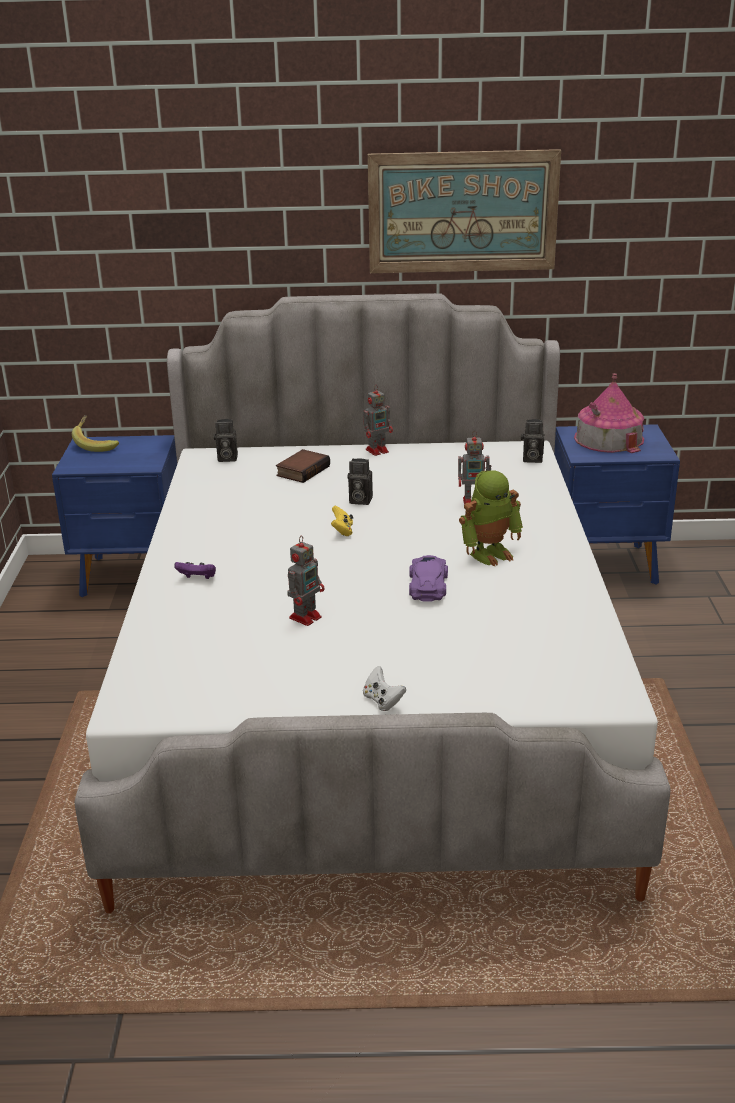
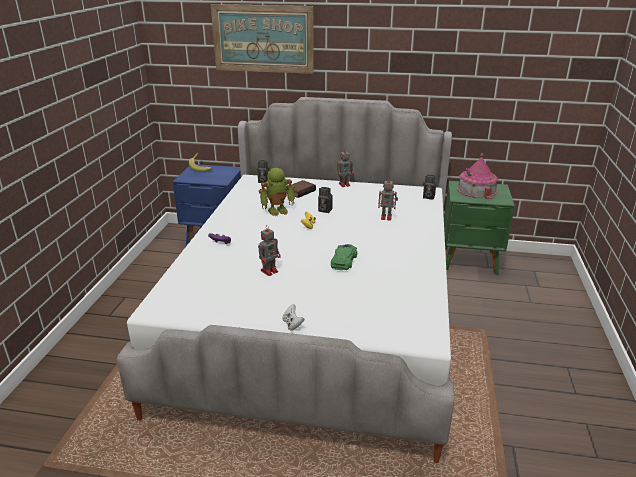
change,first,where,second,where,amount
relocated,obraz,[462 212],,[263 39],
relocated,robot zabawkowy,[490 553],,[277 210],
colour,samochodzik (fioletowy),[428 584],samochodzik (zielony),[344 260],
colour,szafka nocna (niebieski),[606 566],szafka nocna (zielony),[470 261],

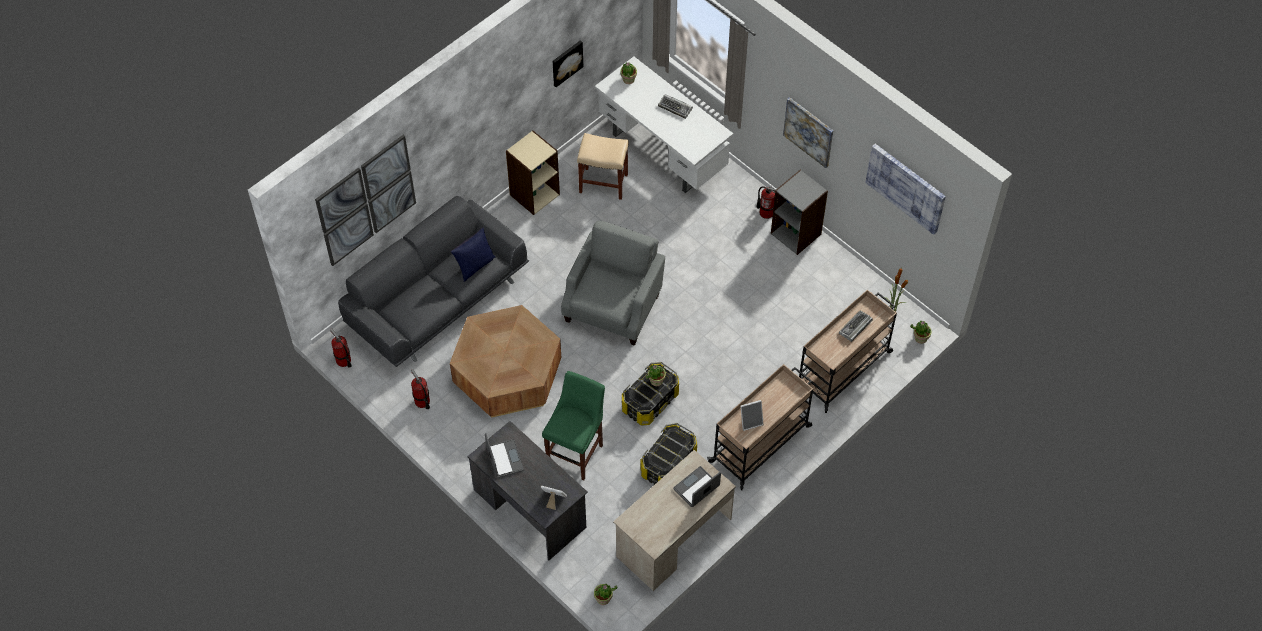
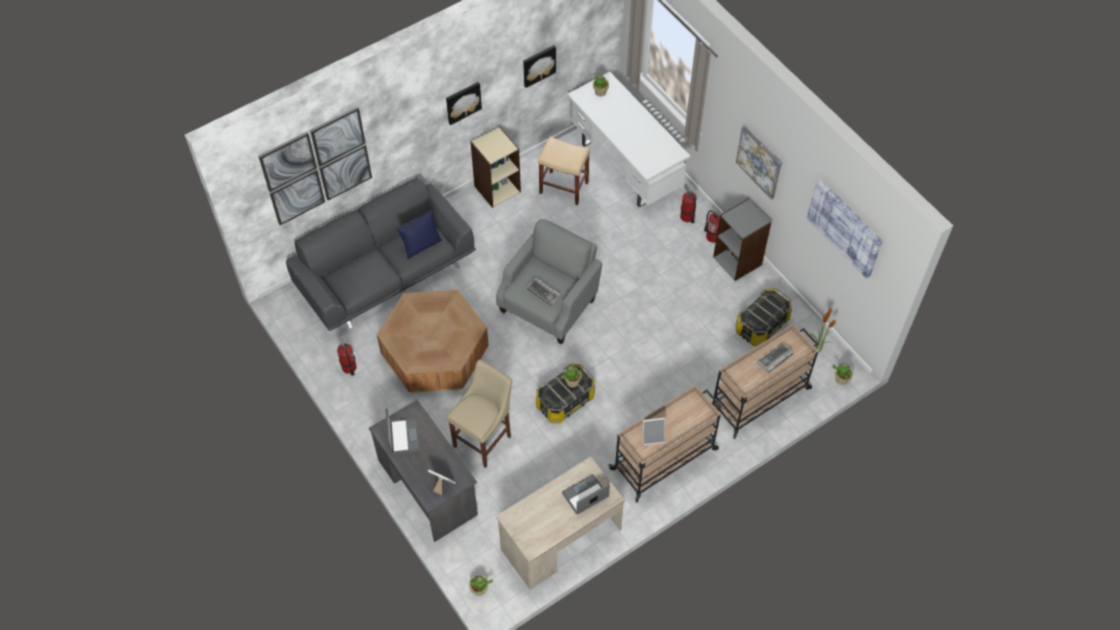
change,first,where,second,where,amount
appeared,,,obraz,[463 102],
colour,stołek (zielony),[577 452],stołek (beżowy),[484 439],
relocated,klawiatura,[675 108],,[544 293],
relocated,gaśnica,[343 361],,[686 217],
relocated,pojemnik do przechowywania,[668 464],,[762 325],

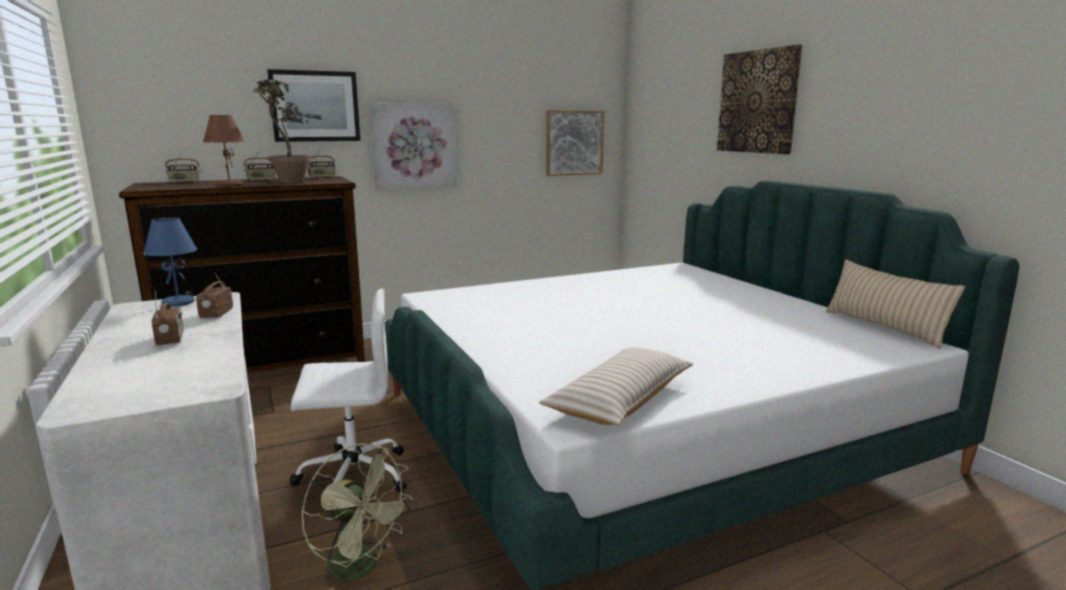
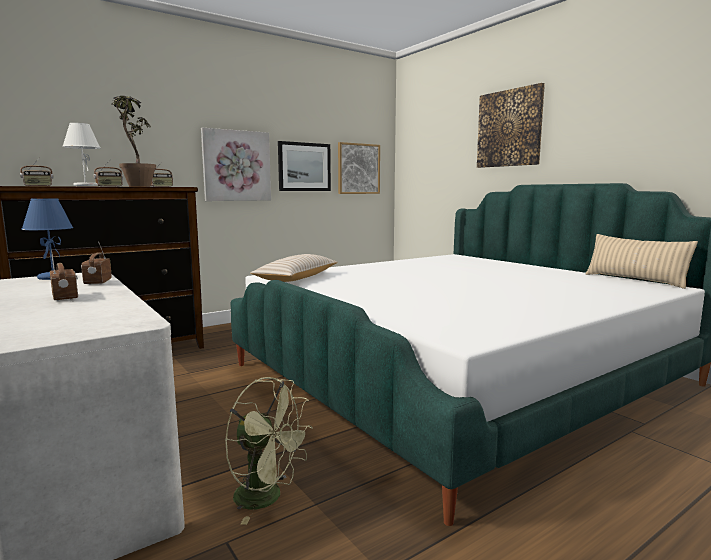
change,first,where,second,where,amount
colour,lampa stołowa (brązowy),[229 185],lampa stołowa (biały),[85 186],
relocated,poduszka (beżowy),[620 401],,[297 278],
relocated,obraz,[315 106],,[304 167],
missing,krzesło biurowe (biały),[351 477],,,

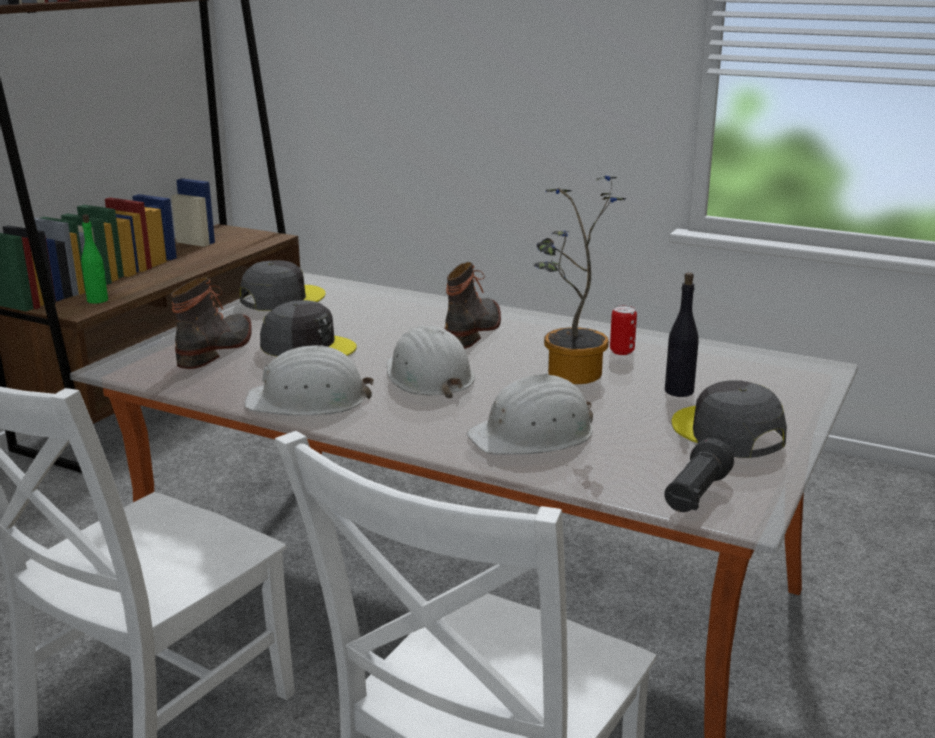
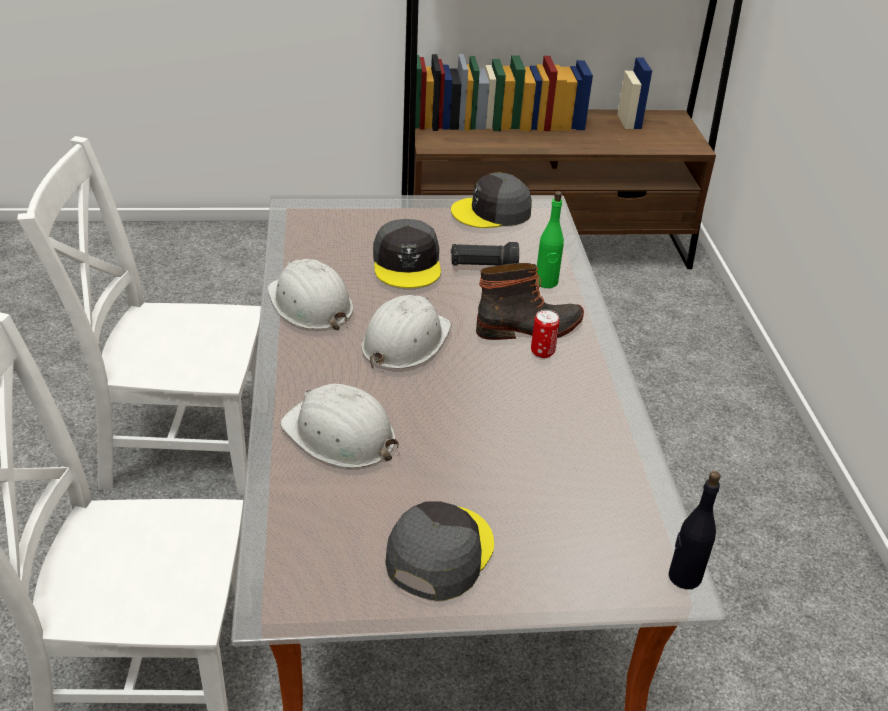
change,first,where,second,where,amount
spun,czapka z daszkiem (szary),[282 298],,[492 212],150 degrees clockwise
relocated,latarka (czarny),[695 495],,[483 267],
relocated,puszka,[622 351],,[542 352],
relocated,butelka (zielony),[98 300],,[546 282],
relocated,butelka (czarny),[678 391],,[684 576],
missing,but z cholewką,[217 348],,,
missing,roślina doniczkowa,[569 376],,,

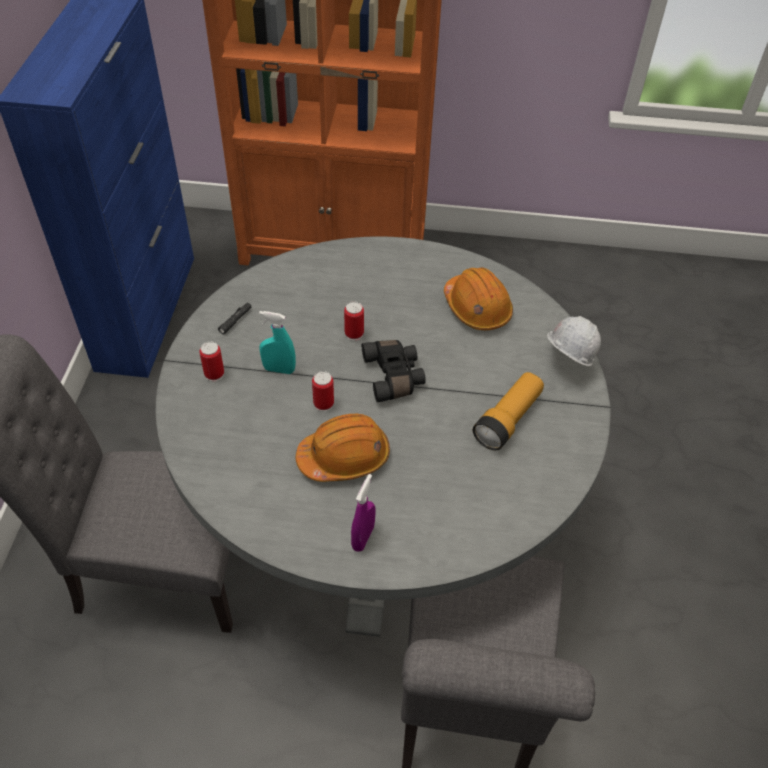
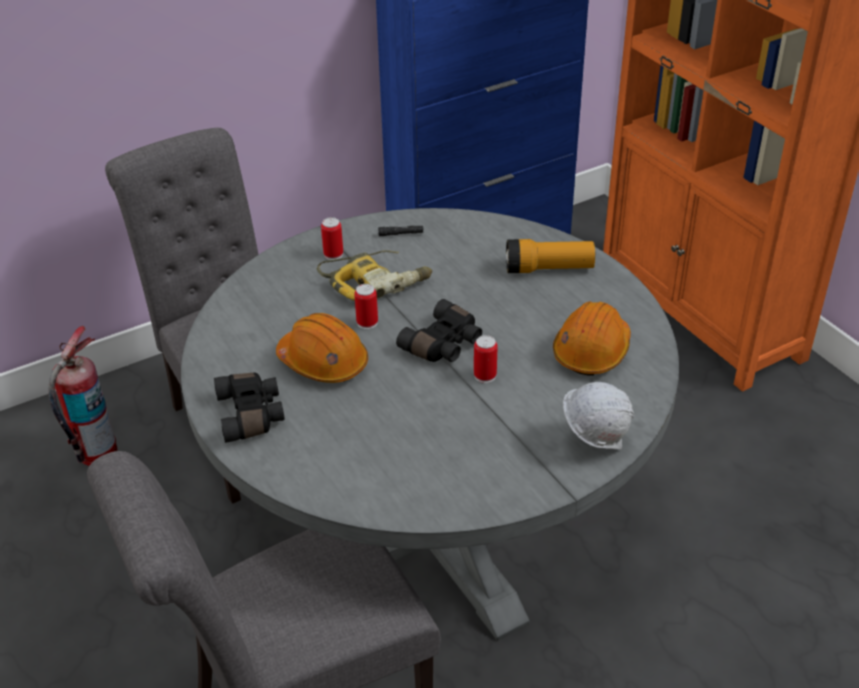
change,first,where,second,where,amount
appeared,,,gaśnica,[96 453],
exchanged,spryskiwacz (fioletowy),[363 537],lornetka (czarny),[252 414],
exchanged,spryskiwacz (turkusowy),[279 369],wiertarka,[376 282],
relocated,puszka,[354 334],,[485 376],
relocated,latarka,[508 420],,[549 269],

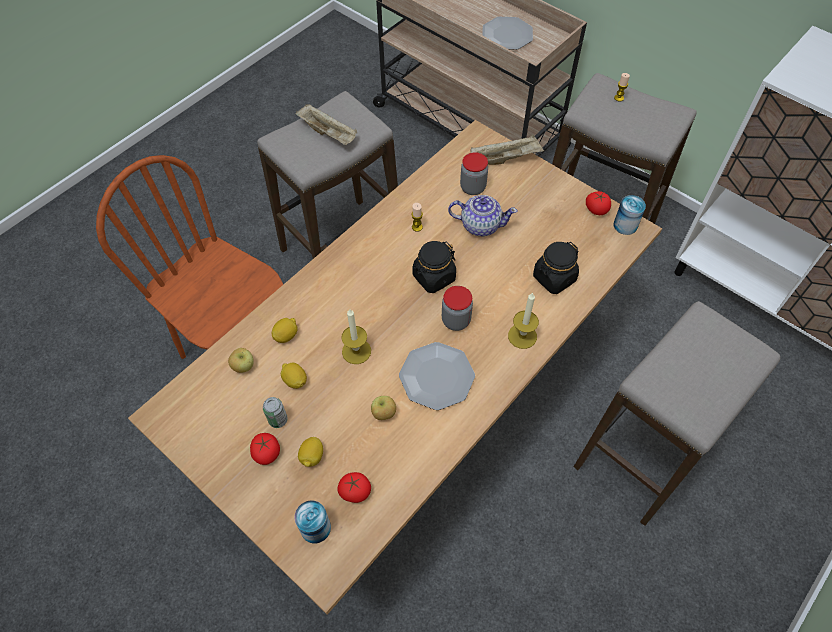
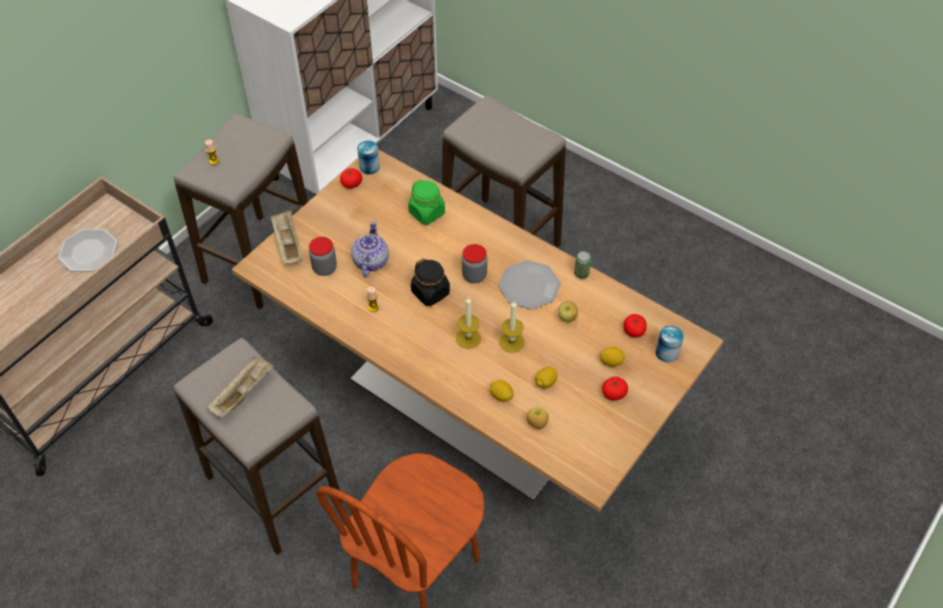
change,first,where,second,where,amount
colour,słoik (czarny),[554 278],słoik (zielony),[427 213],
relocated,świeca,[522 336],,[468 338],
relocated,puszka,[278 420],,[581 274],

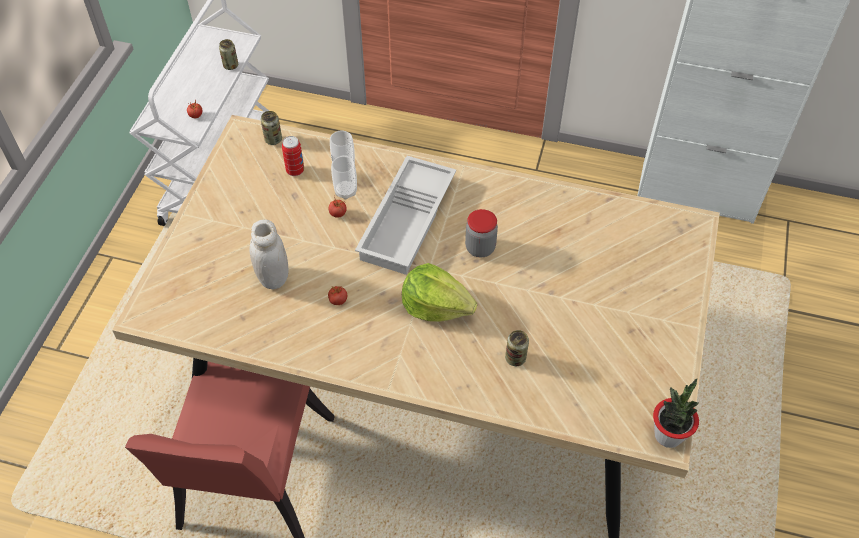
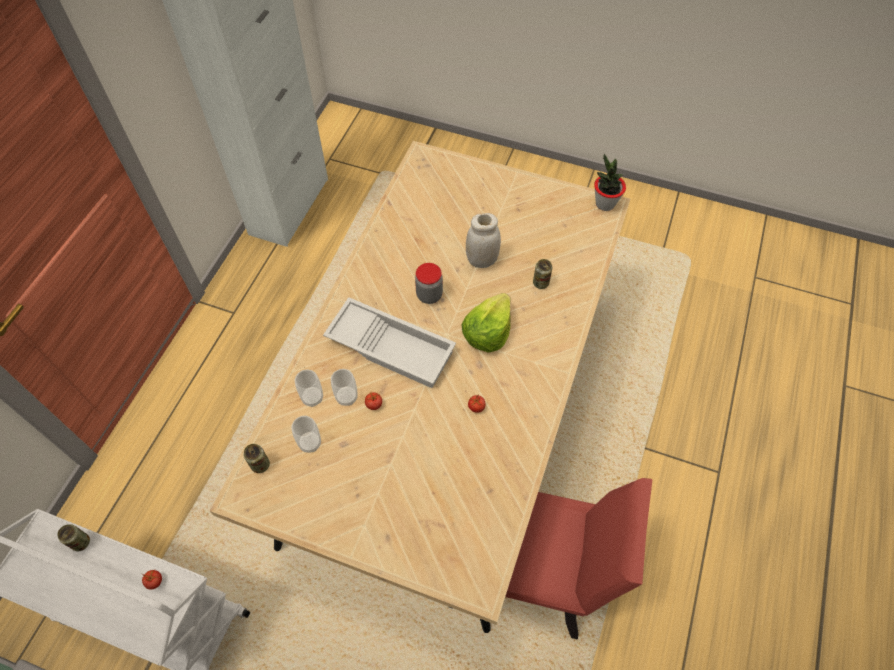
change,first,where,second,where,amount
exchanged,puszka,[295 171],filiżanka,[310 443],
relocated,słoik (biały),[273 277],,[482 260],

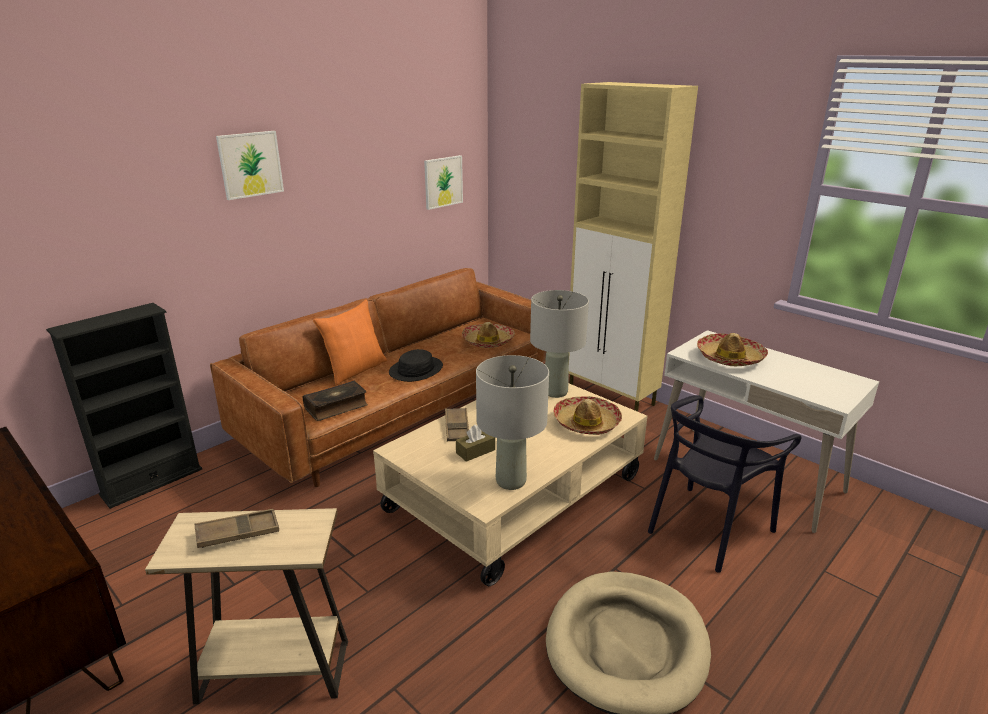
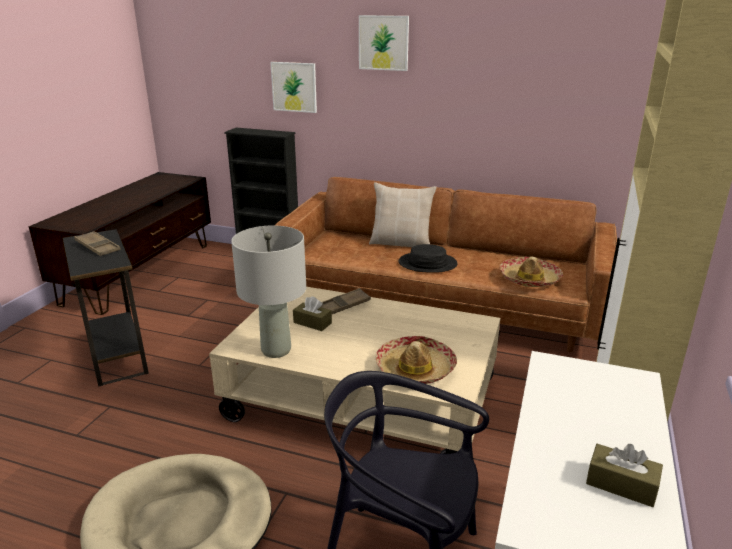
change,first,where,second,where,amount
colour,stolik (beżowy),[274 671],stolik (czarny),[117 356],
relocated,obraz,[443 182],,[294 87],
colour,poduszka (pomarańczowy),[355 370],poduszka (beżowy),[401 243],
appeared,,,pudełko chusteczek (brązowy),[621 484],
missing,książka,[336 407],,,
missing,lampa stołowa (szary),[555 392],,,
missing,kapelusz,[730 358],,,

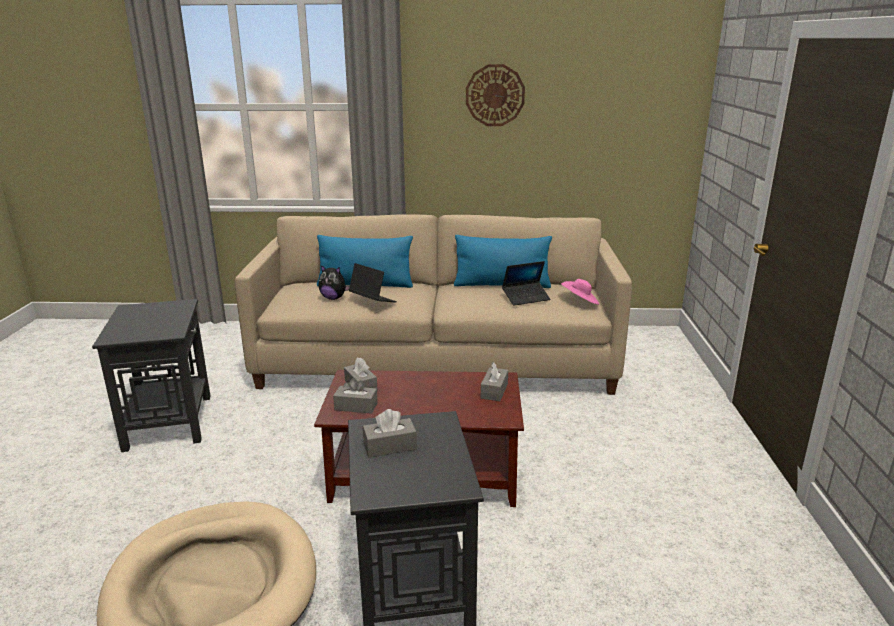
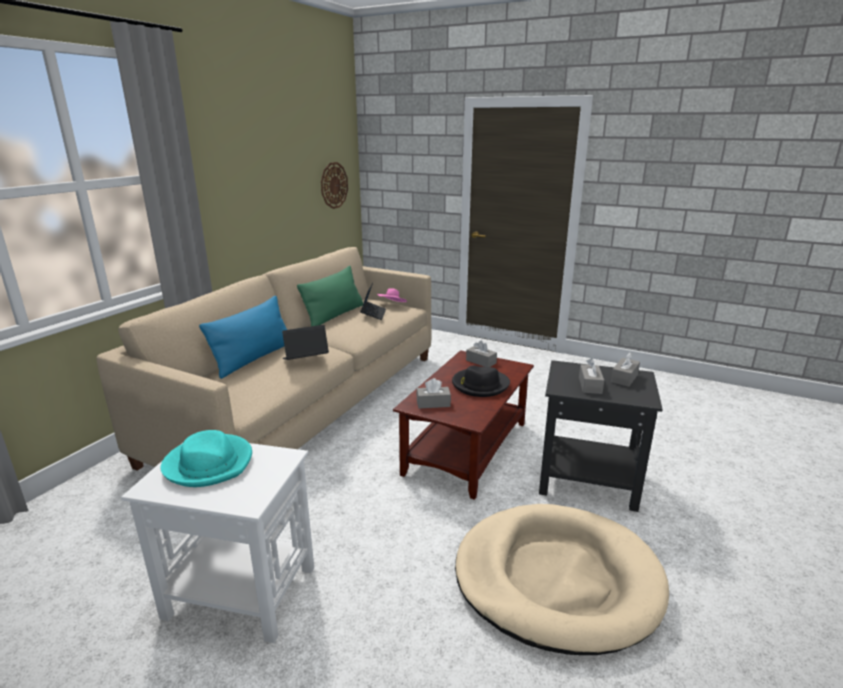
change,first,where,second,where,amount
colour,stolik (czarny),[169 421],stolik (biały),[239 591],
appeared,,,kapelusz (turkusowy),[209 463],
colour,poduszka (niebieski),[502 285],poduszka (zielony),[334 315],
relocated,zegar ścienny,[495 95],,[334 185],
appeared,,,kapelusz (czarny),[480 385],
relocated,pudełko chusteczek (szary),[356 406],,[624 378],
missing,pluszak,[334 298],,,

